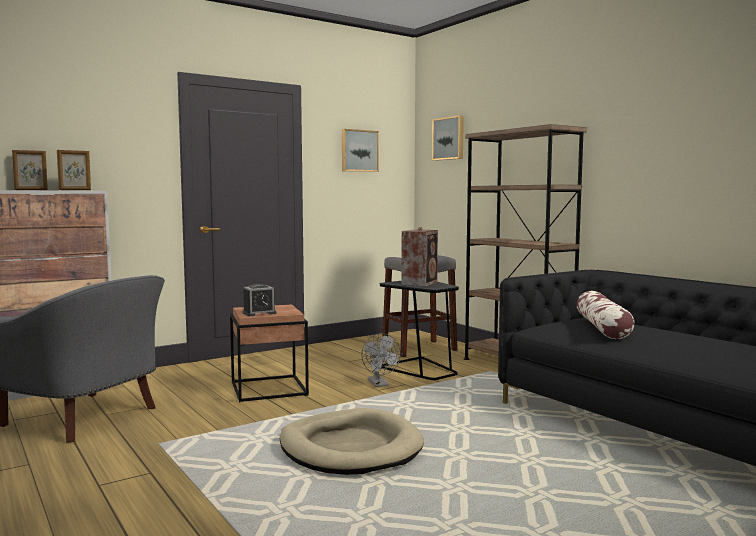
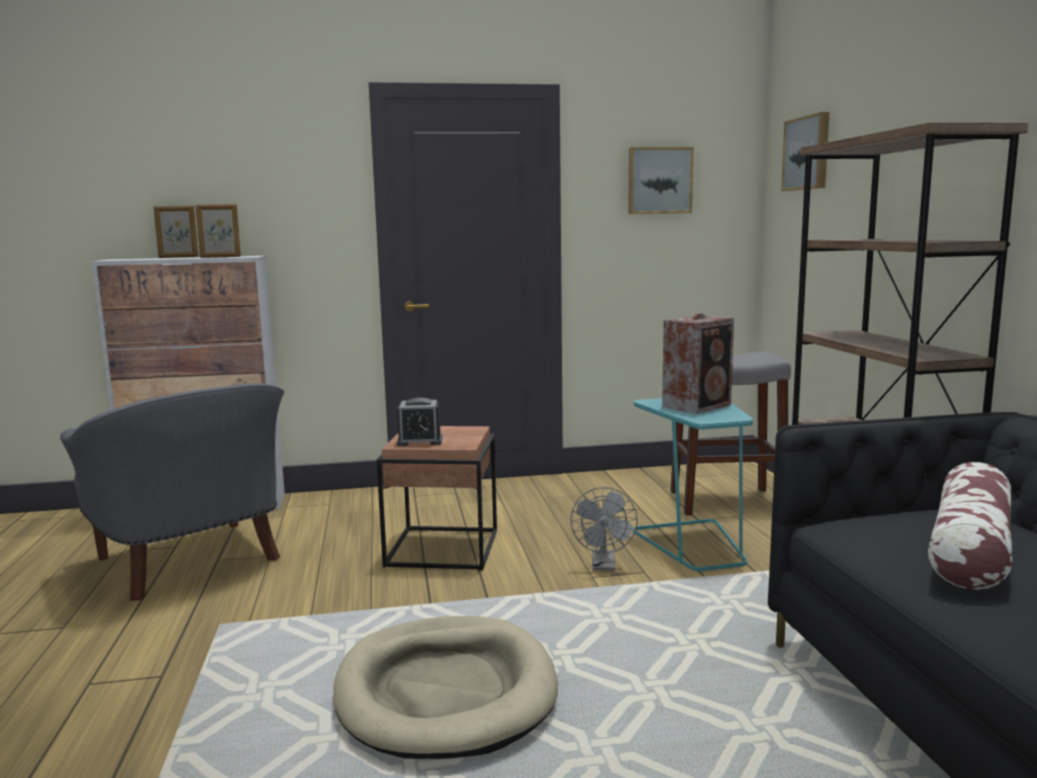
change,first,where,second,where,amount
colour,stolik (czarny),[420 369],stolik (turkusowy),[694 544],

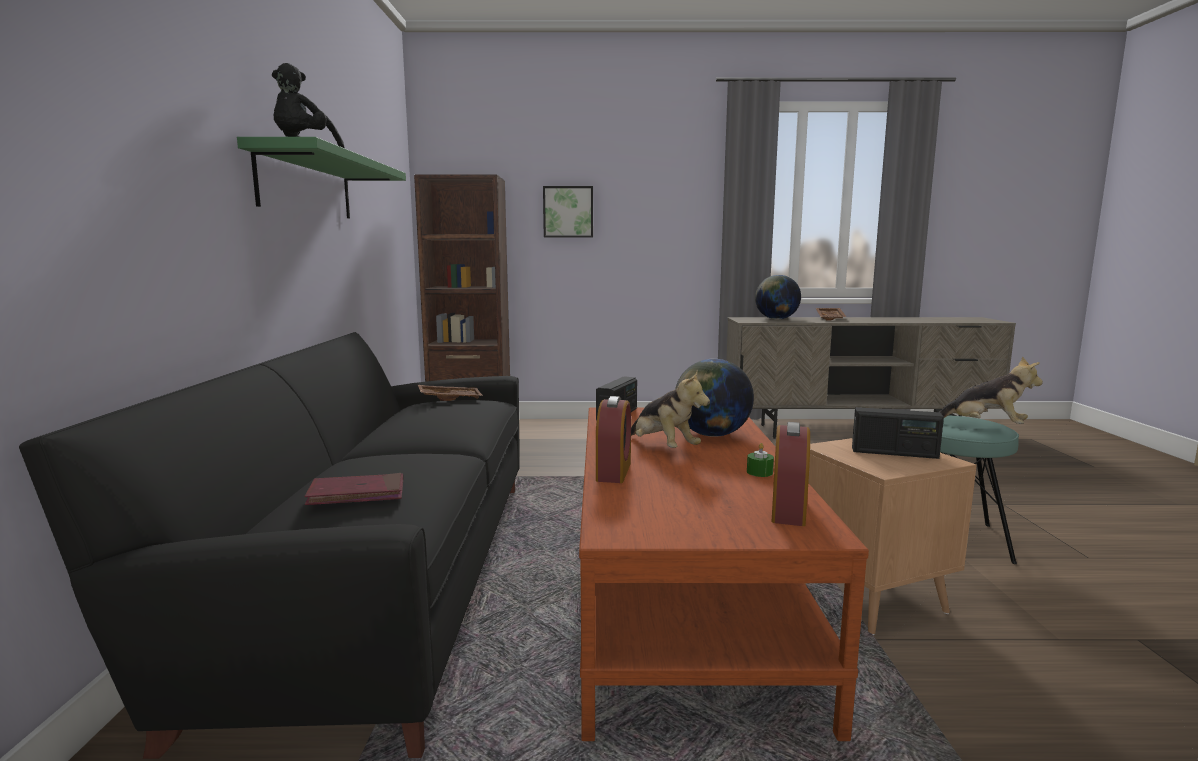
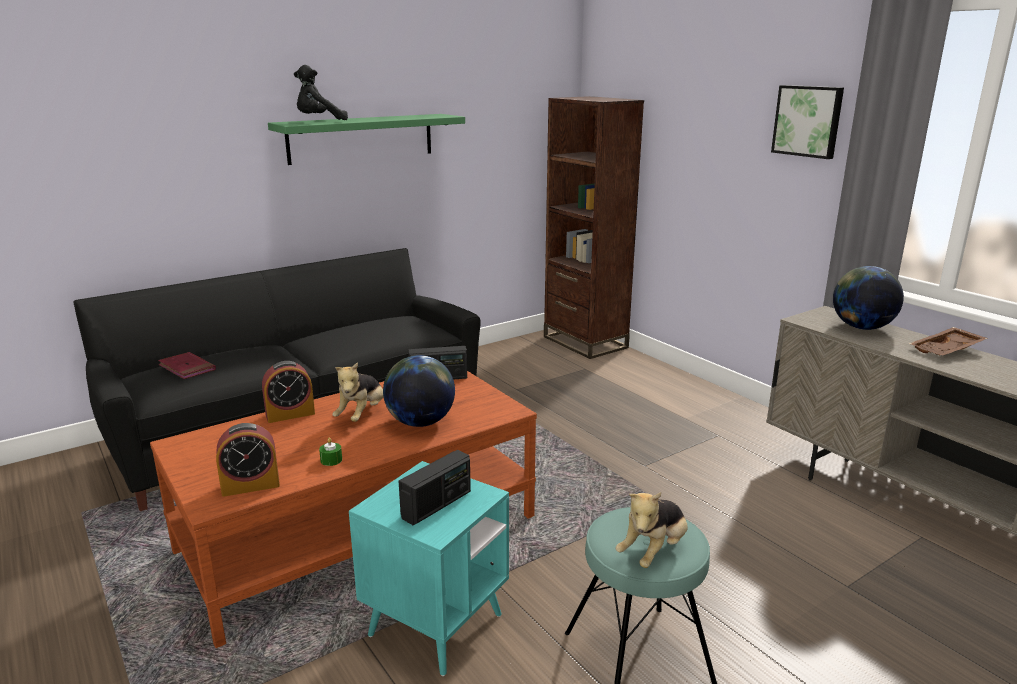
change,first,where,second,where,amount
colour,stolik (brązowy),[871 598],stolik (turkusowy),[435 625],
spun,radio,[894 453],,[437 505],120 degrees counterclockwise
spun,pluszak,[984 426],,[653 551],45 degrees clockwise
relocated,obraz,[568 212],,[808 121],
missing,taca (brązowy),[450 398],,,

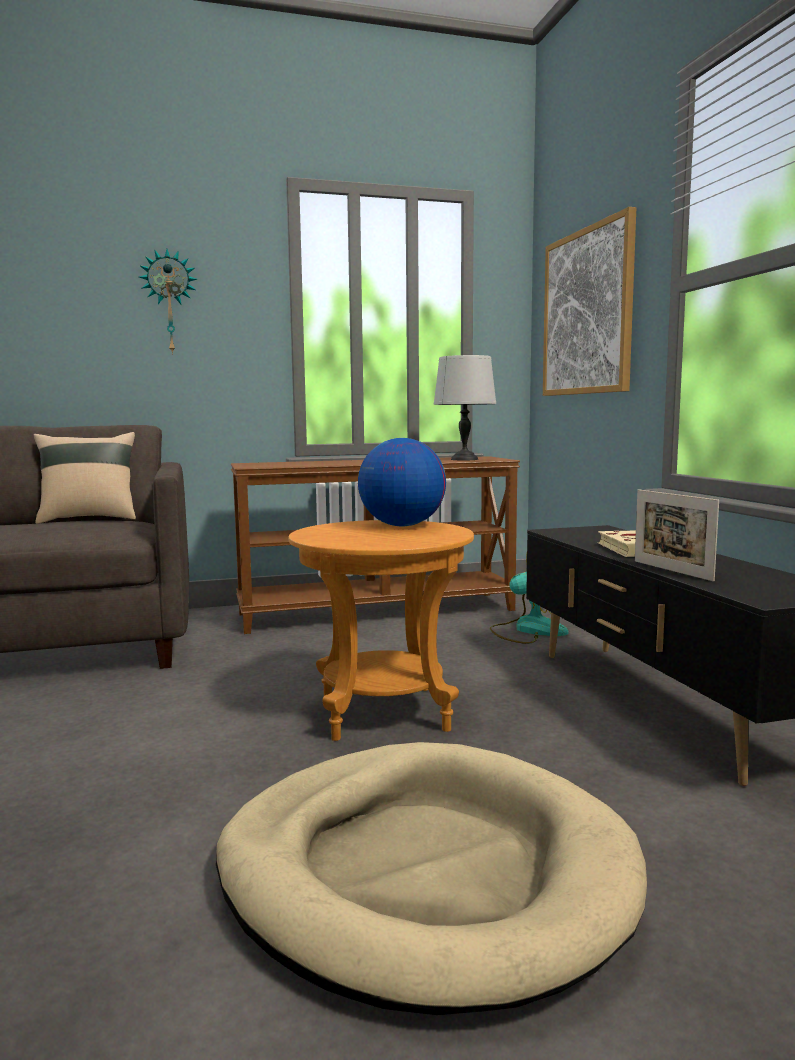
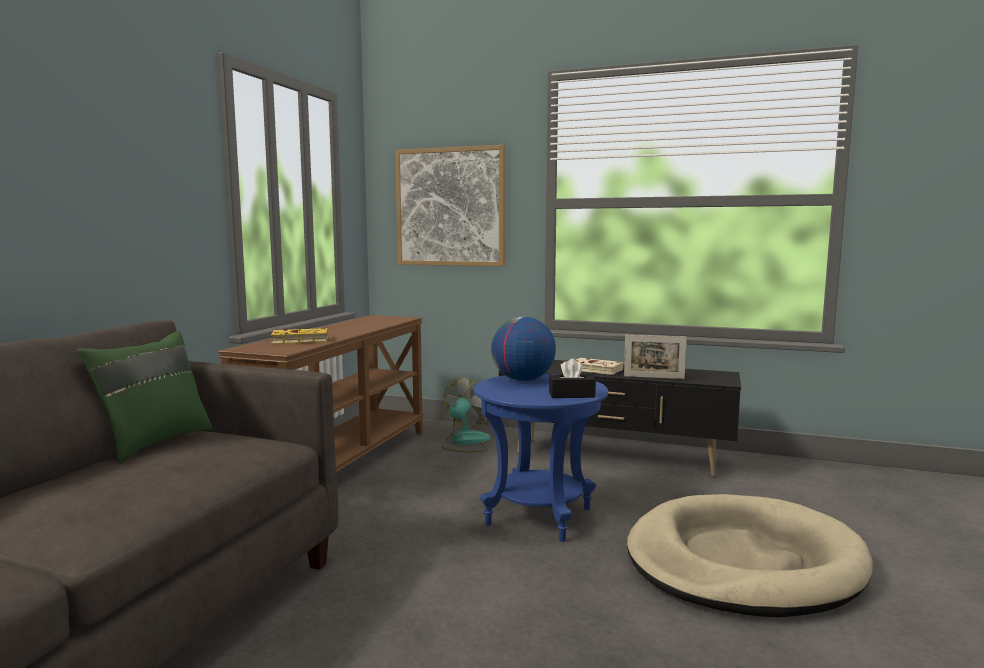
change,first,where,second,where,amount
colour,poduszka (beżowy),[89 519],poduszka (zielony),[153 442],
appeared,,,książka (żółty),[298 340],
colour,stolik (brązowy),[383 712],stolik (niebieski),[539 516],
appeared,,,pudełko chusteczek (czarny),[571 395],
missing,zegar ścienny,[169 302],,,
missing,lampa stołowa (szary),[463 459],,,

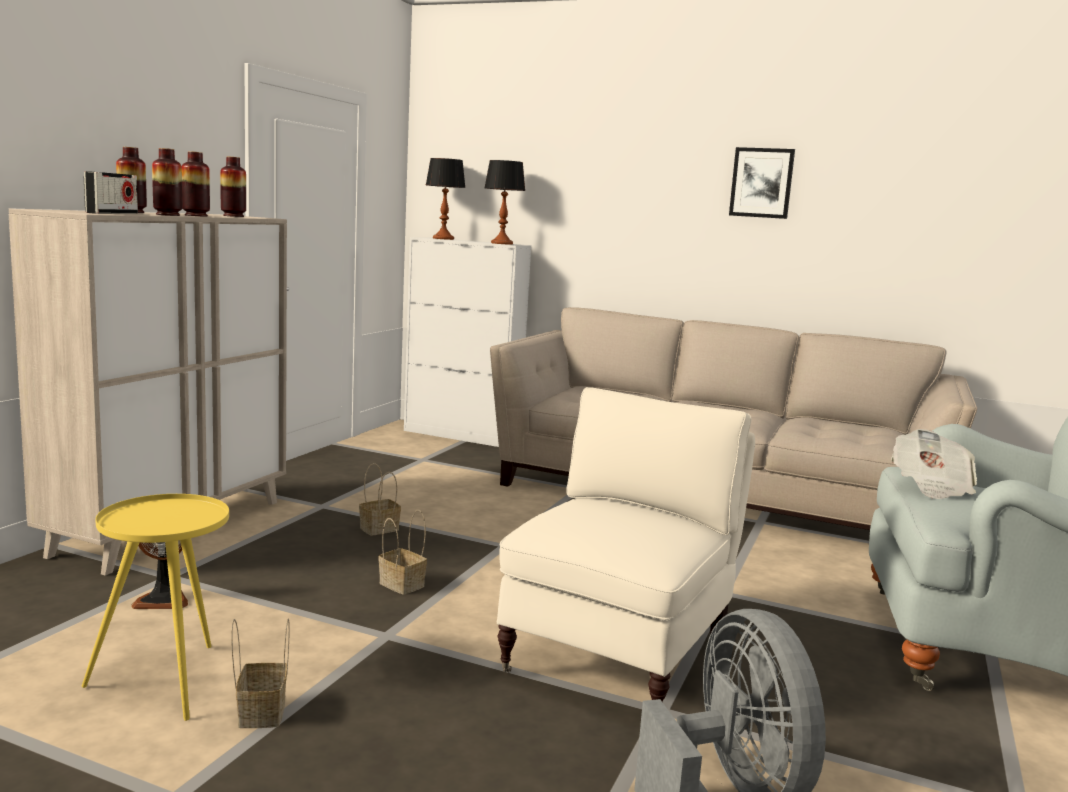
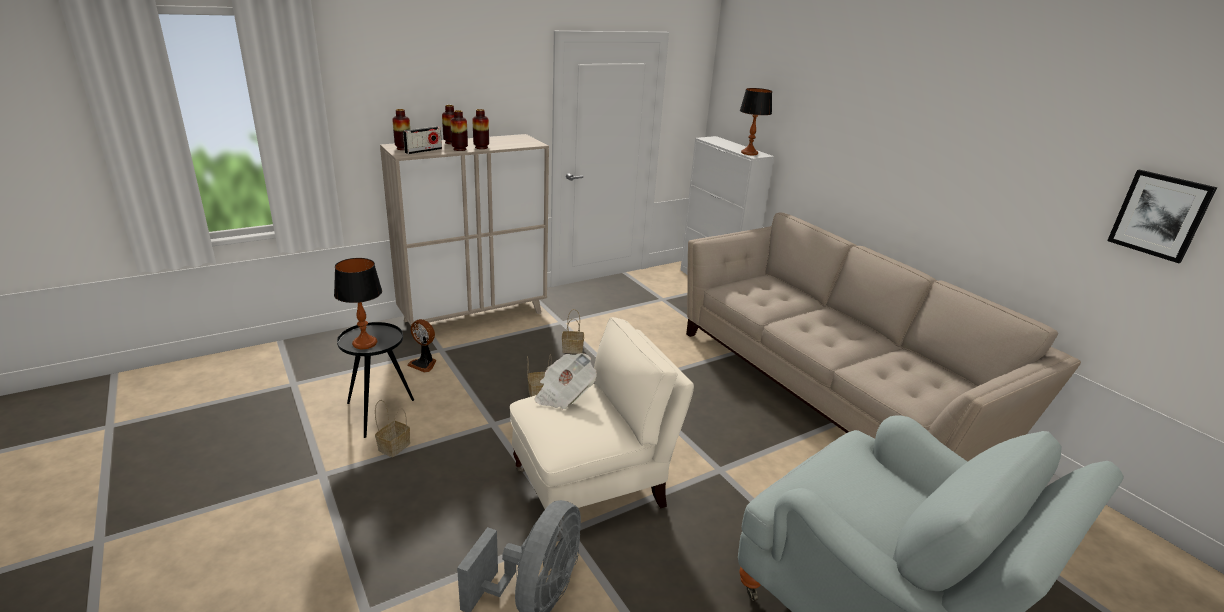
change,first,where,second,where,amount
relocated,lampa stołowa,[443 238],,[365 343],
colour,stolik (żółty),[168 680],stolik (czarny),[379 413],
relocated,wazon,[233 216],,[403 148],
relocated,gazeta,[931 487],,[563 394],
relocated,obraz,[761 183],,[1160 215],

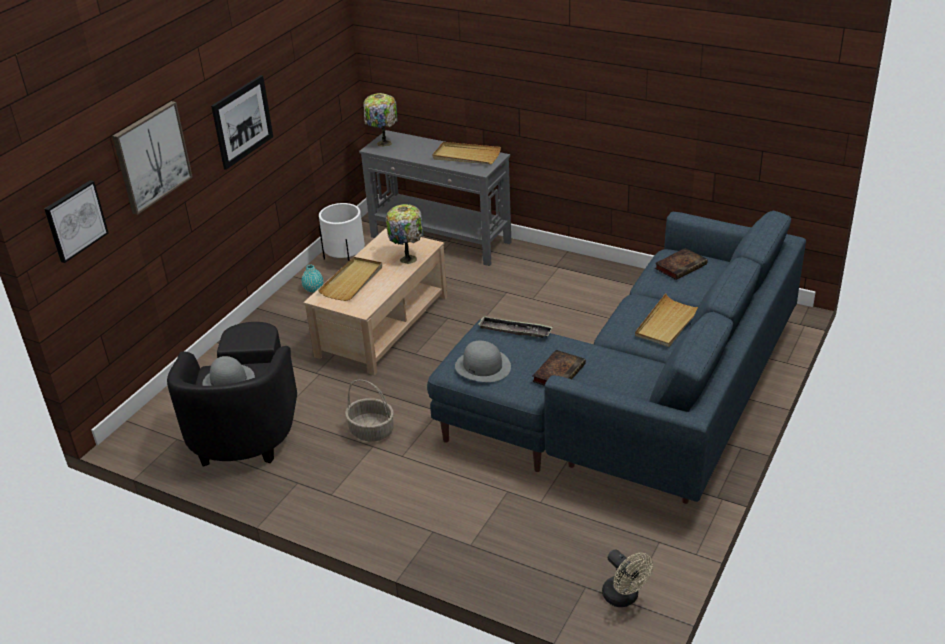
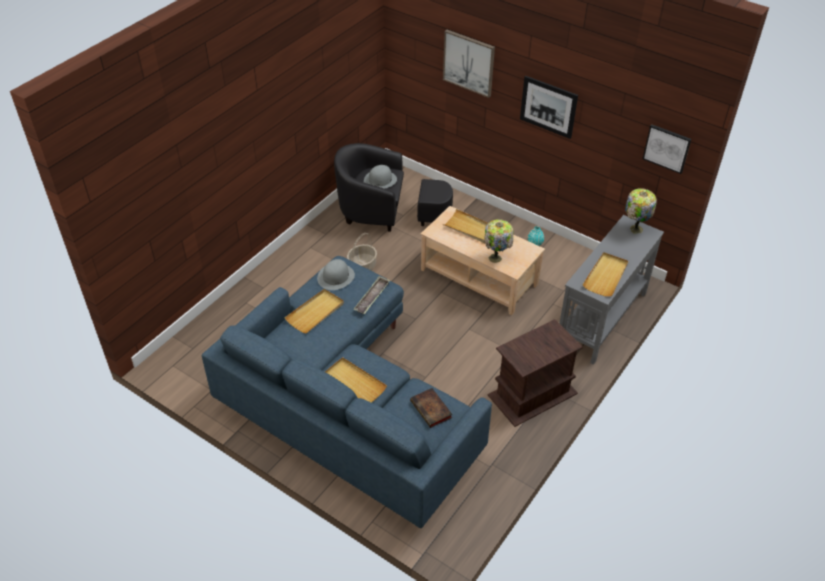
change,first,where,second,where,amount
exchanged,książka,[559 372],taca (beżowy),[315 312],
appeared,,,stolik (brązowy),[533 394],
relocated,obraz,[75 220],,[667 148],
missing,donica (biały),[346 261],,,
missing,wentylator (beżowy),[624 598],,,

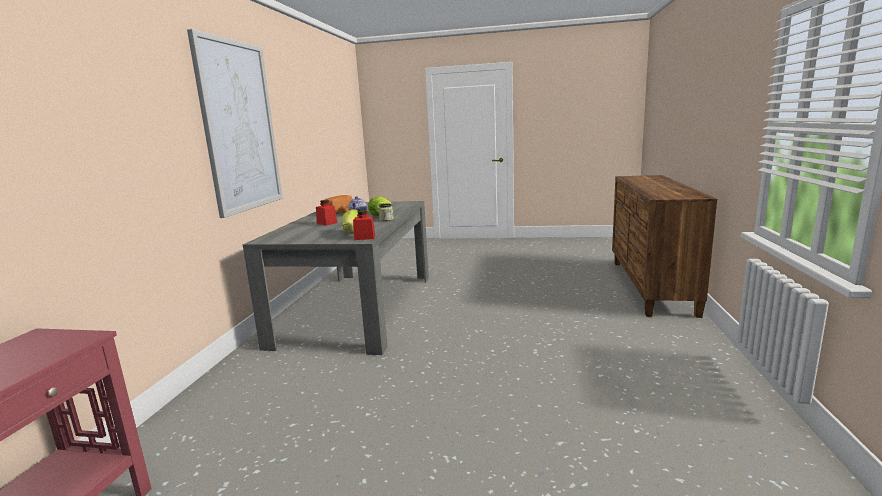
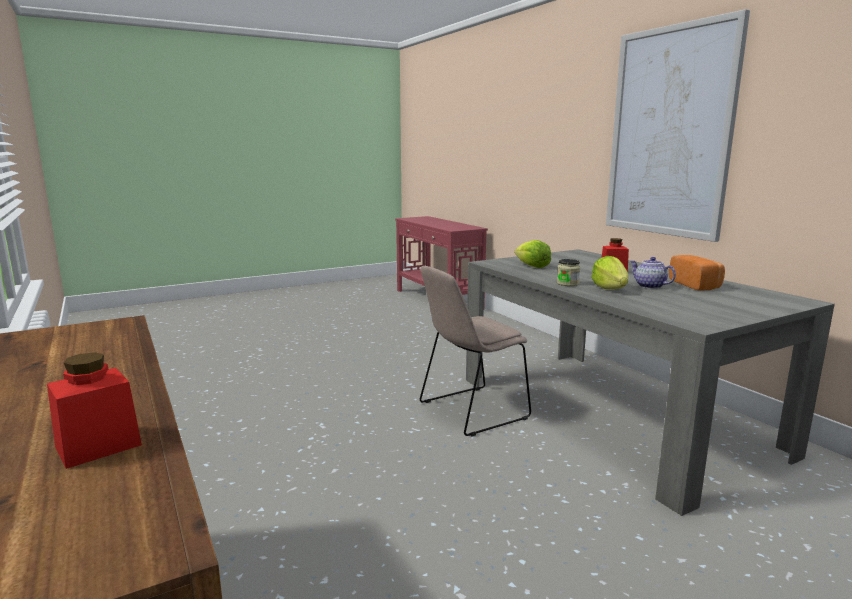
change,first,where,second,where,amount
relocated,słoik (czerwony),[364 237],,[98 446],
appeared,,,krzesło (beżowy),[470 411],

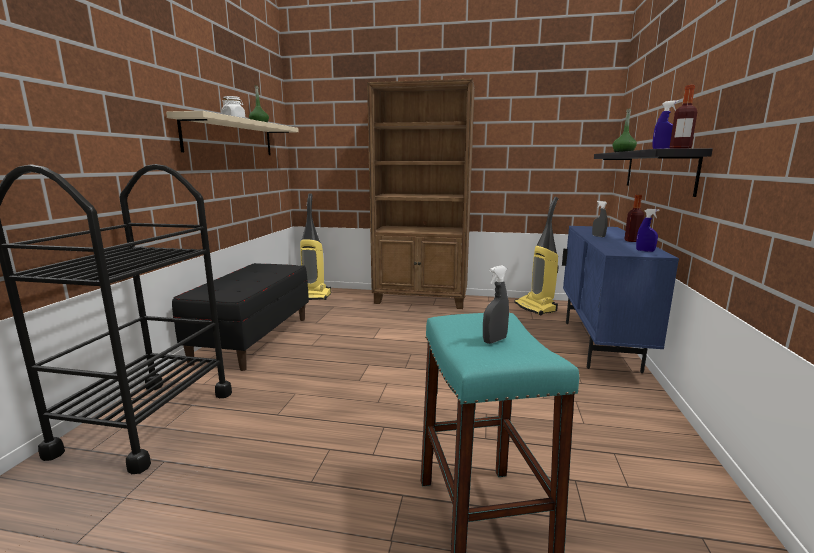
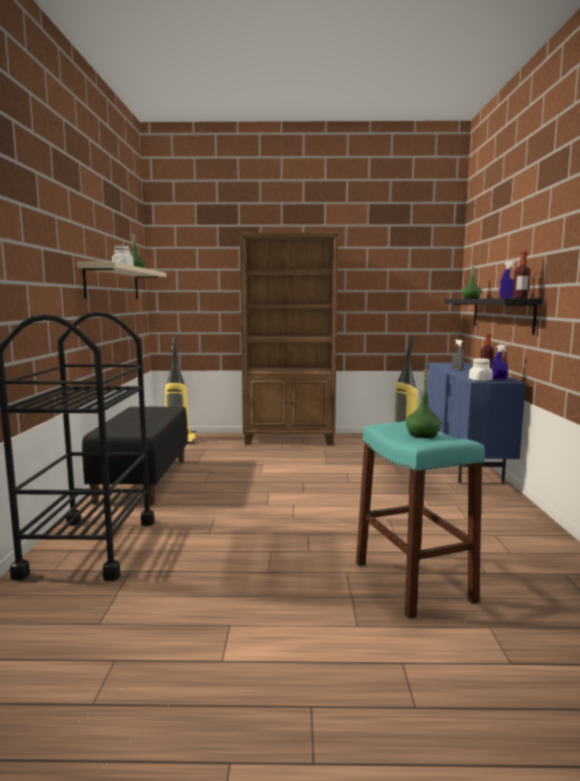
change,first,where,second,where,amount
exchanged,spryskiwacz (szary),[494 340],butelka (zielony),[422 435],
appeared,,,słoik (biały),[480 380],

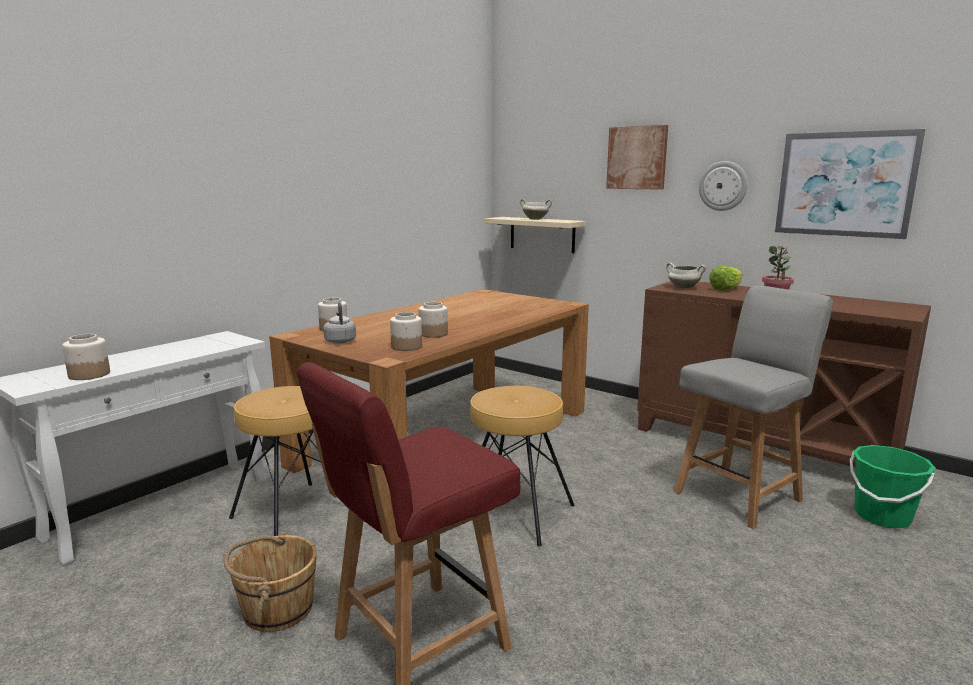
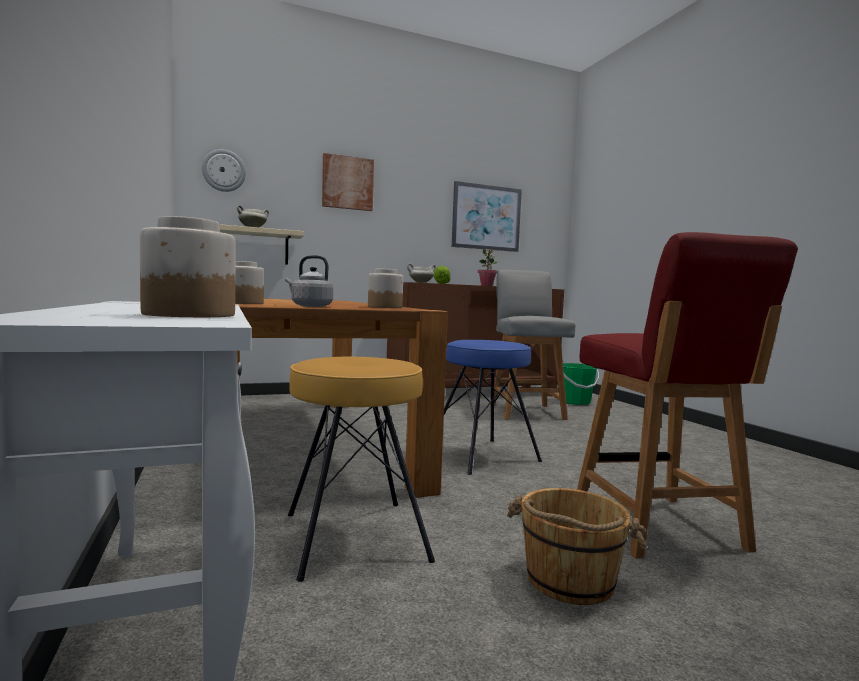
change,first,where,second,where,amount
relocated,zegar ścienny,[723 186],,[224 170],
colour,stołek (brązowy),[515 513],stołek (niebieski),[482 456],
missing,słoik,[433 334],,,

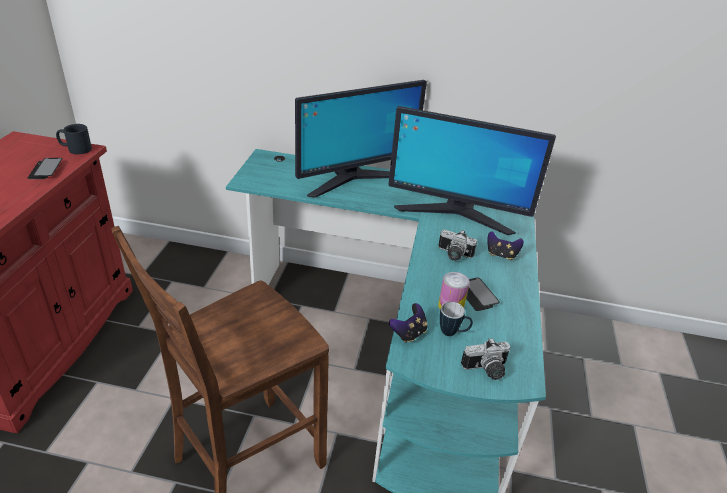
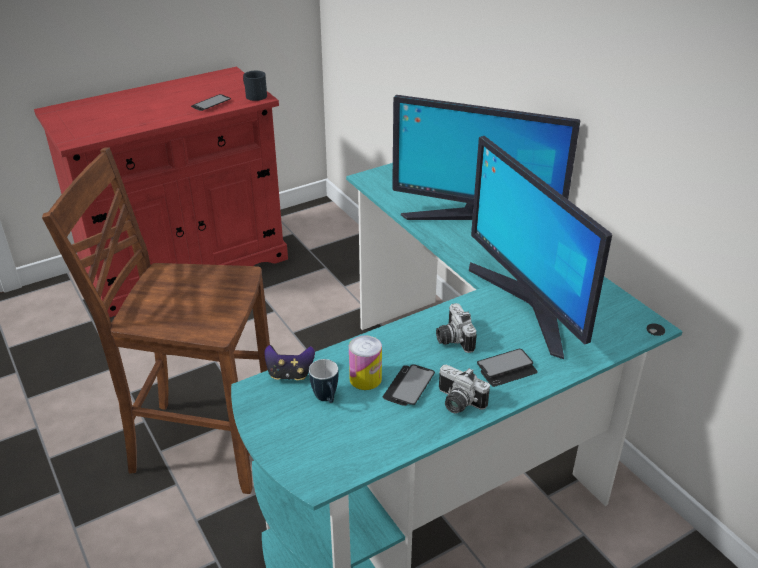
change,first,where,second,where,amount
relocated,aparat fotograficzny,[486 370],,[457 403],
exchanged,pad do gier,[501 255],telefon,[506 369],

